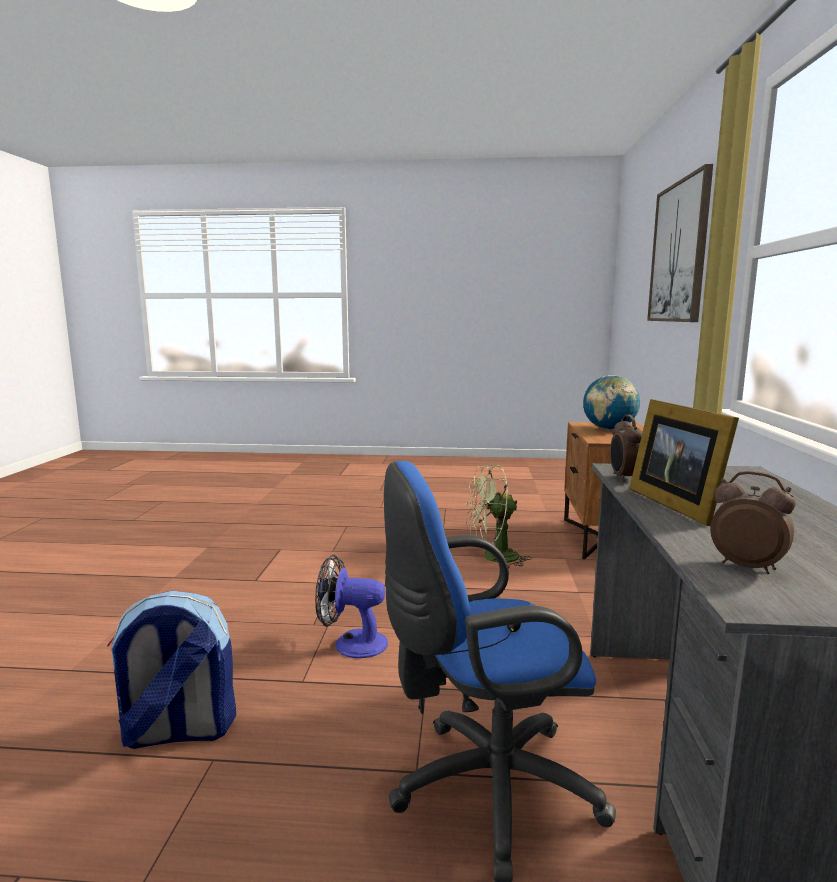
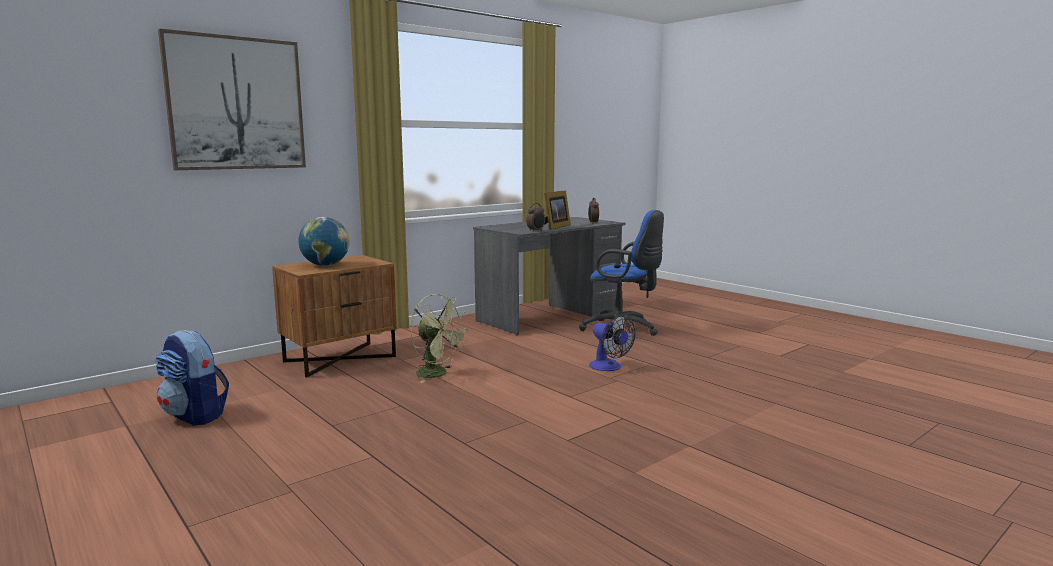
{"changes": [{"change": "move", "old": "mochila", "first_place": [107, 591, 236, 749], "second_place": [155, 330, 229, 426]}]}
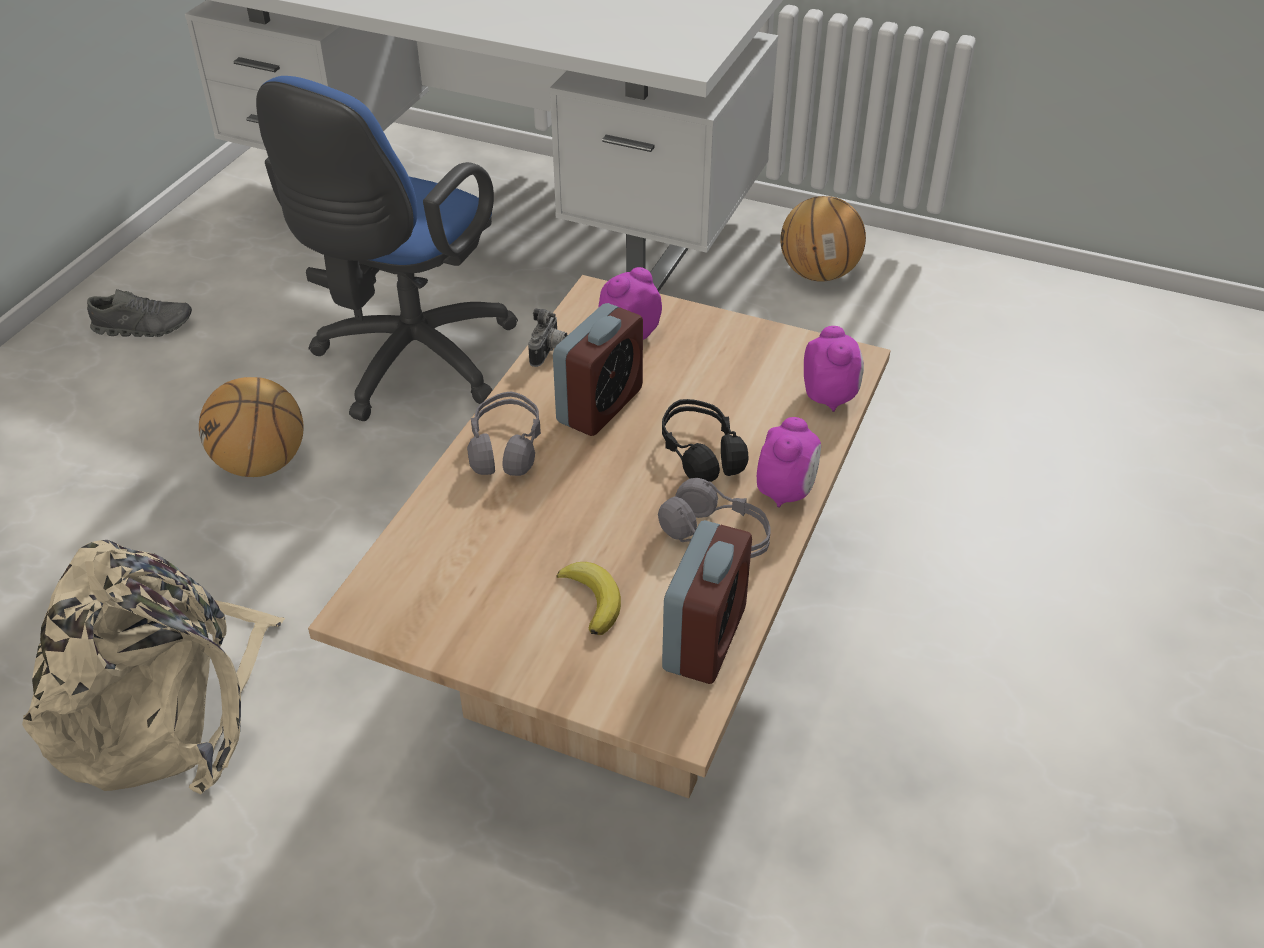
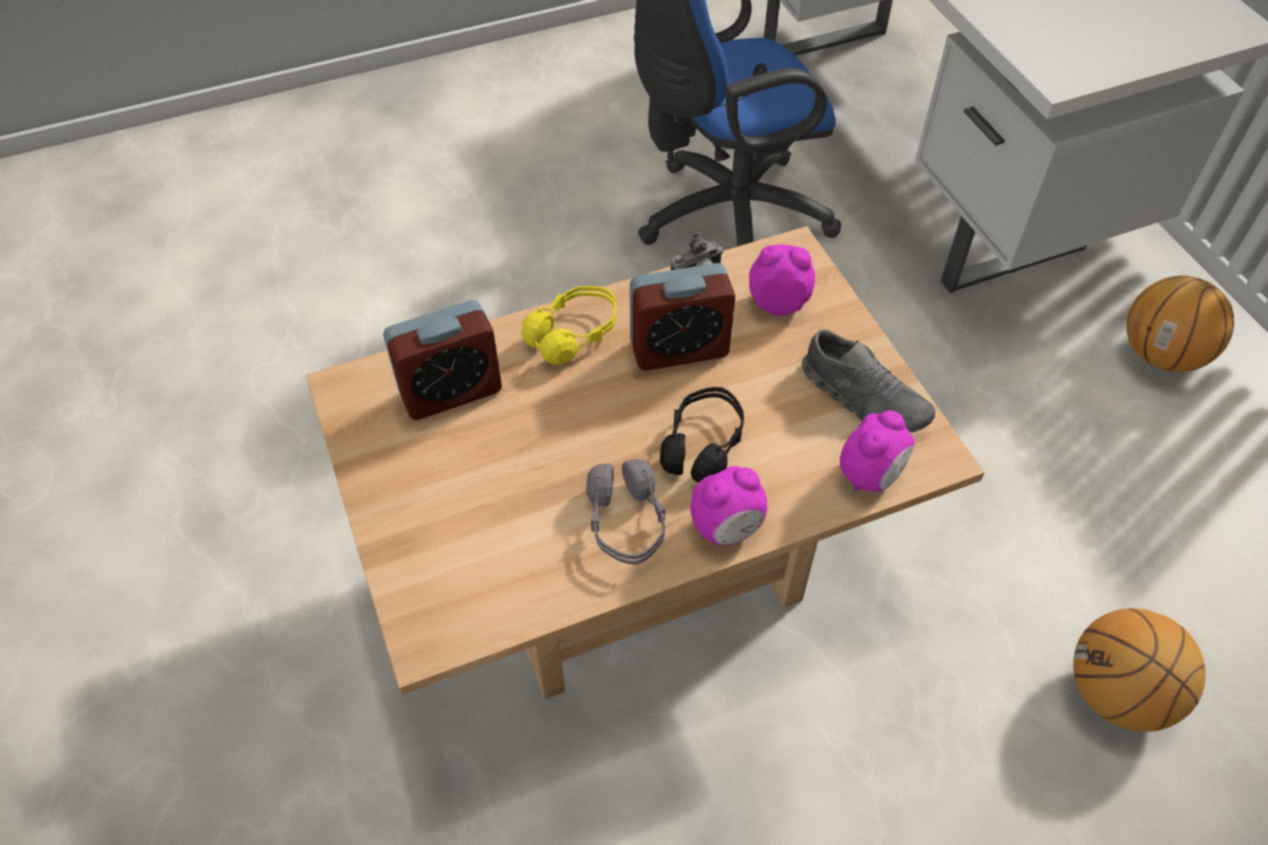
{"changes": [{"change": "delete", "old": "mochila/beis", "first_place": [22, 540, 285, 795]}, {"change": "move", "old": "zapato/gris", "first_place": [87, 289, 192, 337], "second_place": [802, 329, 935, 433]}, {"change": "move", "old": "balón de baloncesto", "first_place": [199, 377, 304, 477], "second_place": [1073, 608, 1205, 732]}, {"change": "recolor", "old": "auriculares/gris", "new": "auriculares/amarillo", "first_place": [467, 391, 541, 476], "second_place": [521, 286, 616, 365]}, {"change": "delete", "old": "plátano", "first_place": [556, 562, 621, 635]}, {"change": "move", "old": "despertador", "first_place": [662, 520, 752, 684], "second_place": [383, 300, 502, 420]}]}
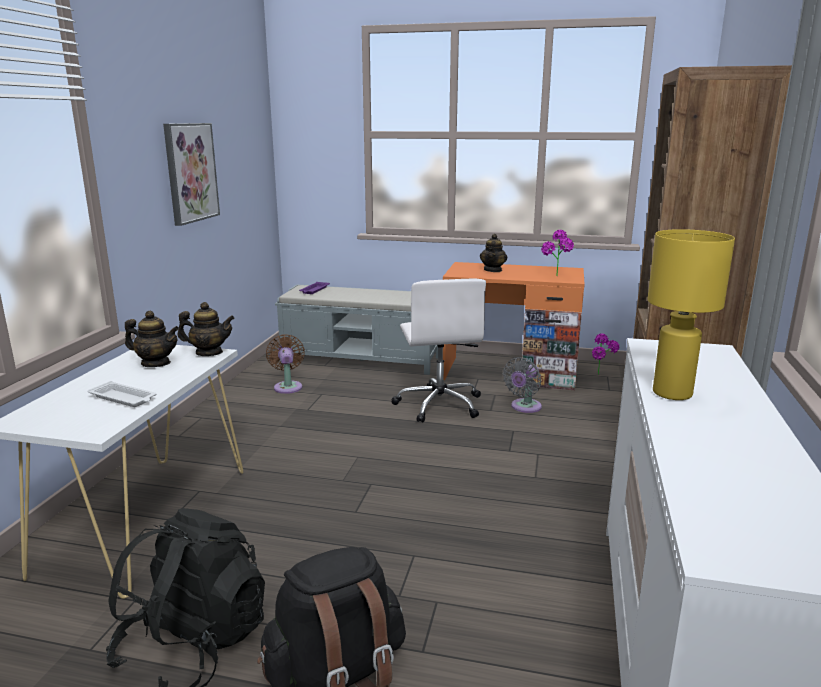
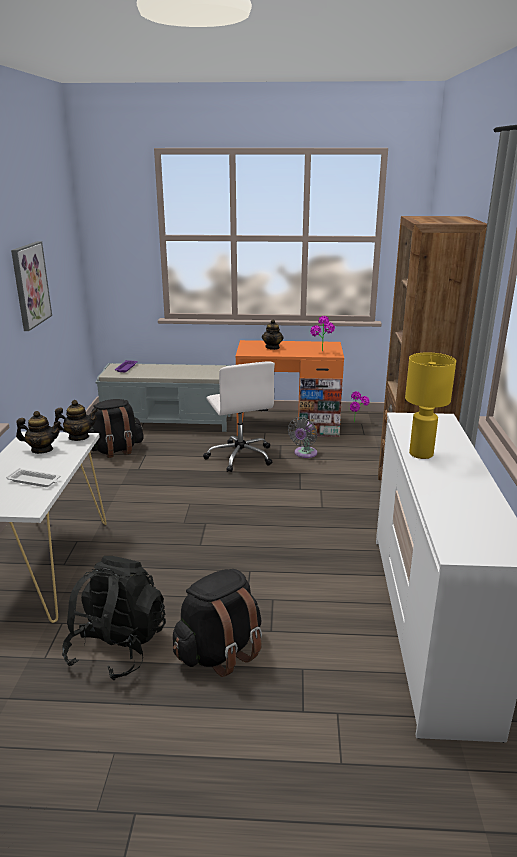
{"changes": [{"change": "replace", "old": "ventilador/marrón", "new": "mochila/negro", "first_place": [266, 334, 305, 394], "second_place": [87, 399, 144, 458]}]}
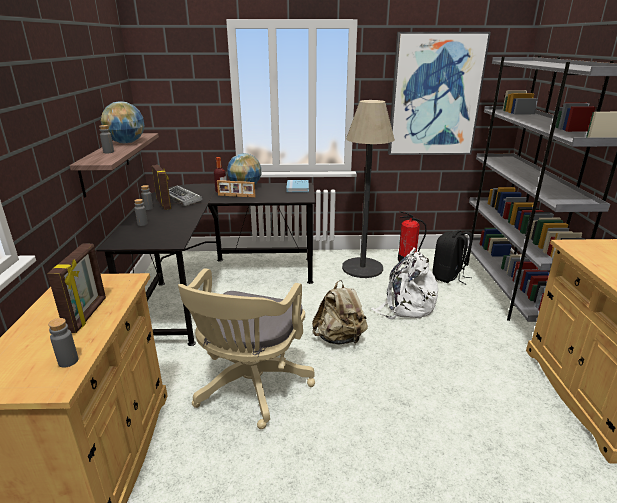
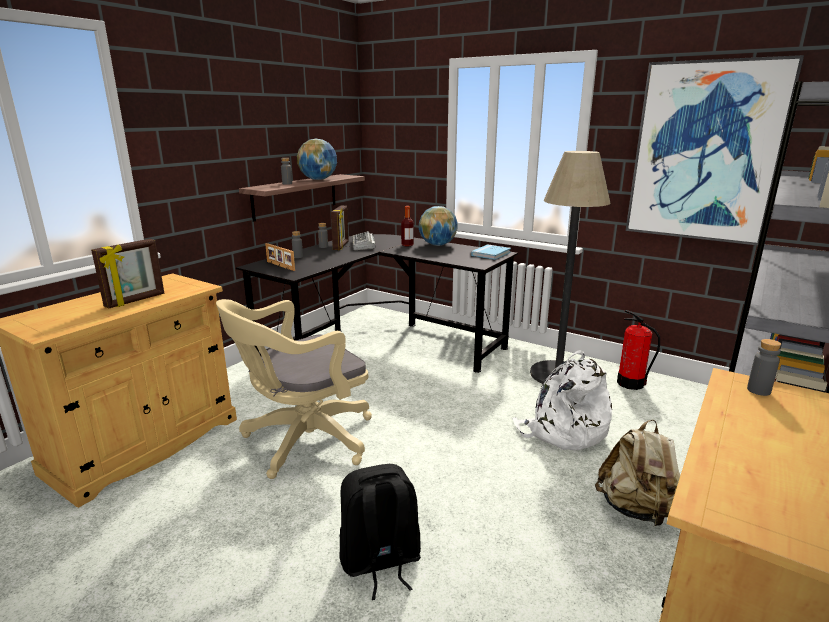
{"changes": [{"change": "move", "old": "botella/gris", "first_place": [48, 318, 78, 368], "second_place": [747, 339, 781, 396]}, {"change": "move", "old": "portarretratos", "first_place": [217, 180, 256, 198], "second_place": [265, 243, 295, 271]}, {"change": "move", "old": "mochila/beis", "first_place": [312, 280, 368, 345], "second_place": [595, 420, 680, 527]}, {"change": "move", "old": "mochila/negro", "first_place": [432, 230, 473, 285], "second_place": [339, 464, 421, 600]}]}
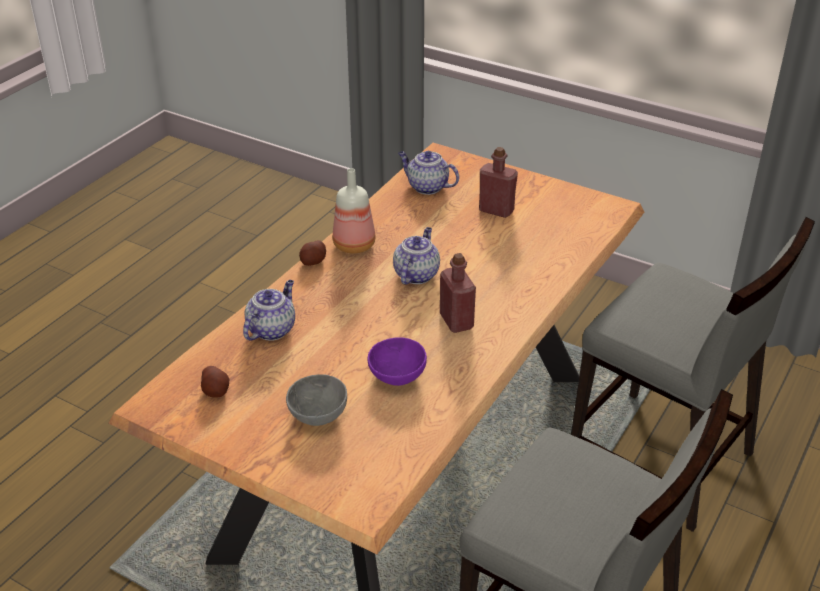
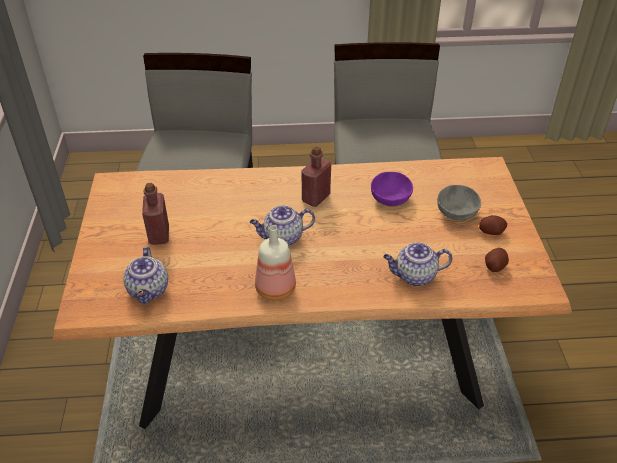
{"changes": [{"change": "move", "old": "patata", "first_place": [299, 240, 326, 266], "second_place": [479, 215, 507, 235]}]}
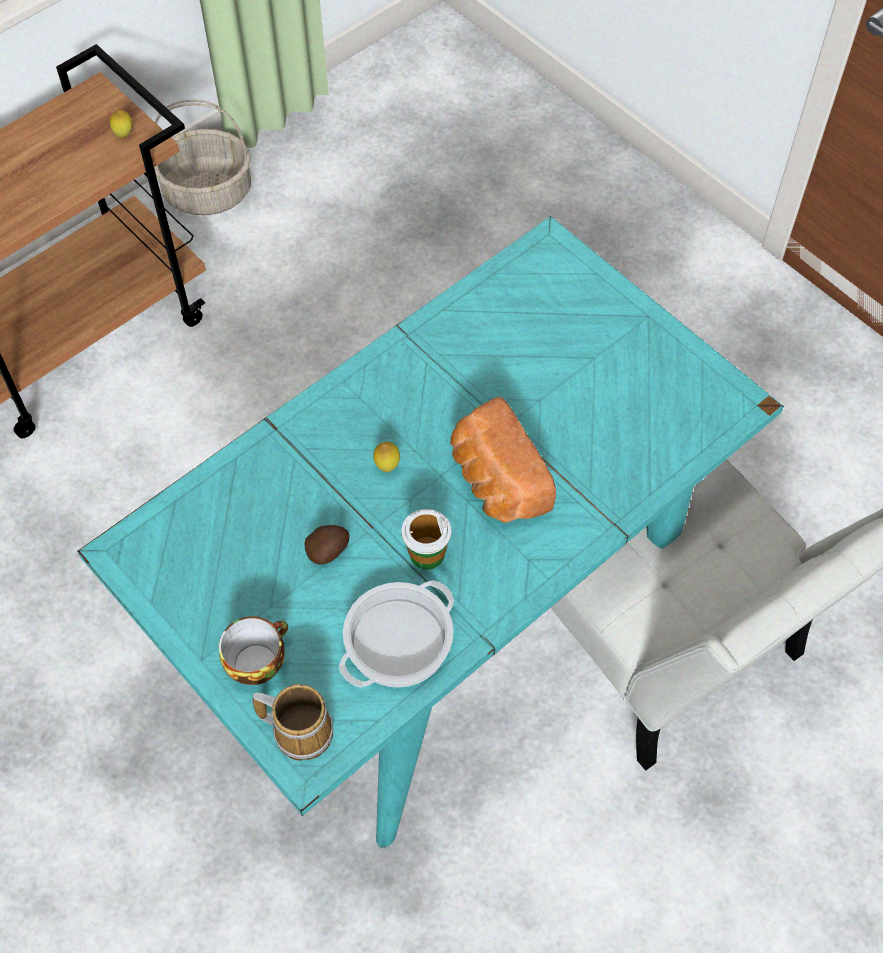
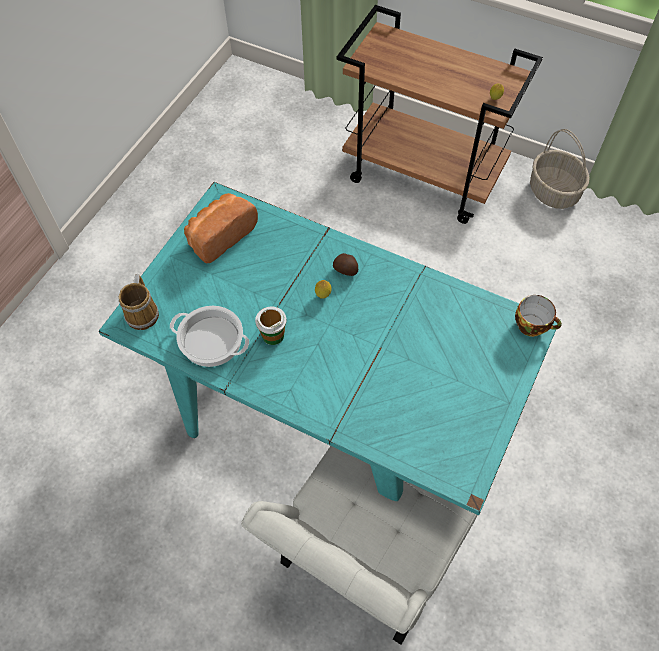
{"changes": [{"change": "move", "old": "taza", "first_place": [219, 616, 288, 685], "second_place": [515, 295, 562, 337]}, {"change": "move", "old": "patata", "first_place": [304, 525, 349, 565], "second_place": [333, 253, 358, 276]}, {"change": "move", "old": "pan", "first_place": [450, 397, 556, 523], "second_place": [184, 193, 258, 263]}]}
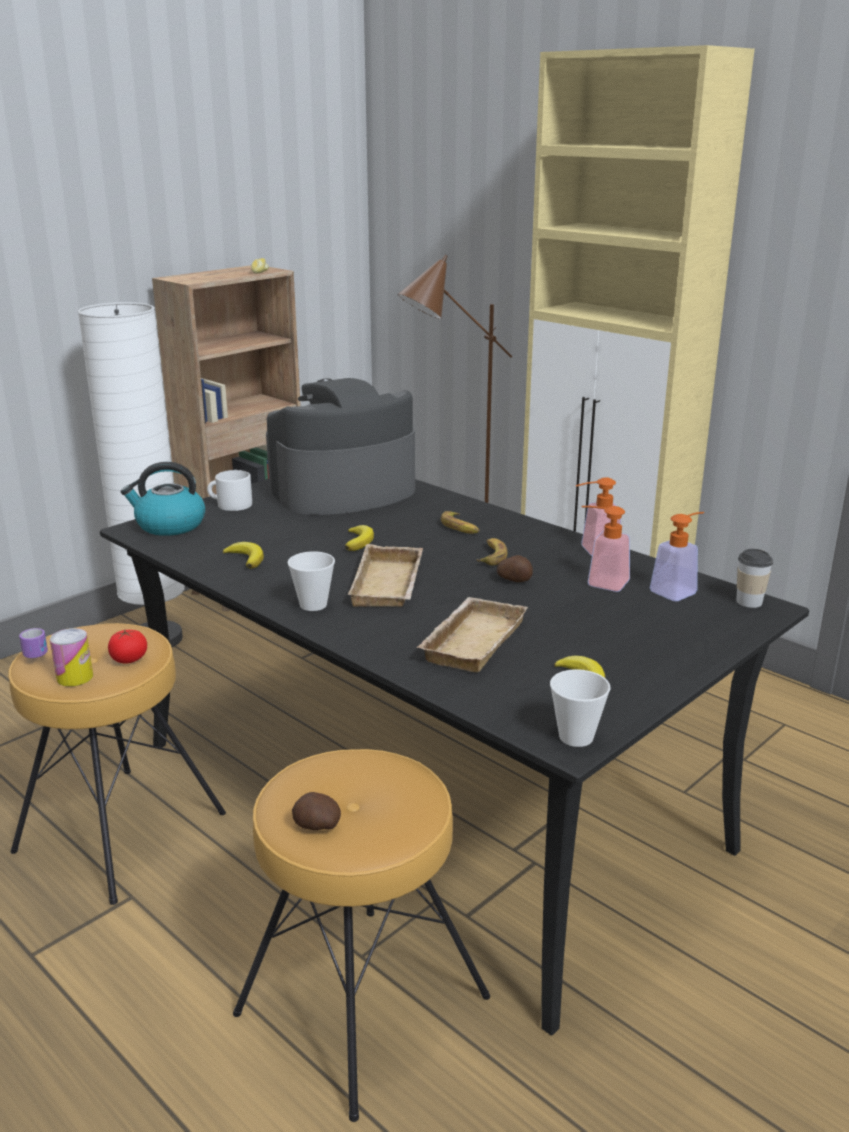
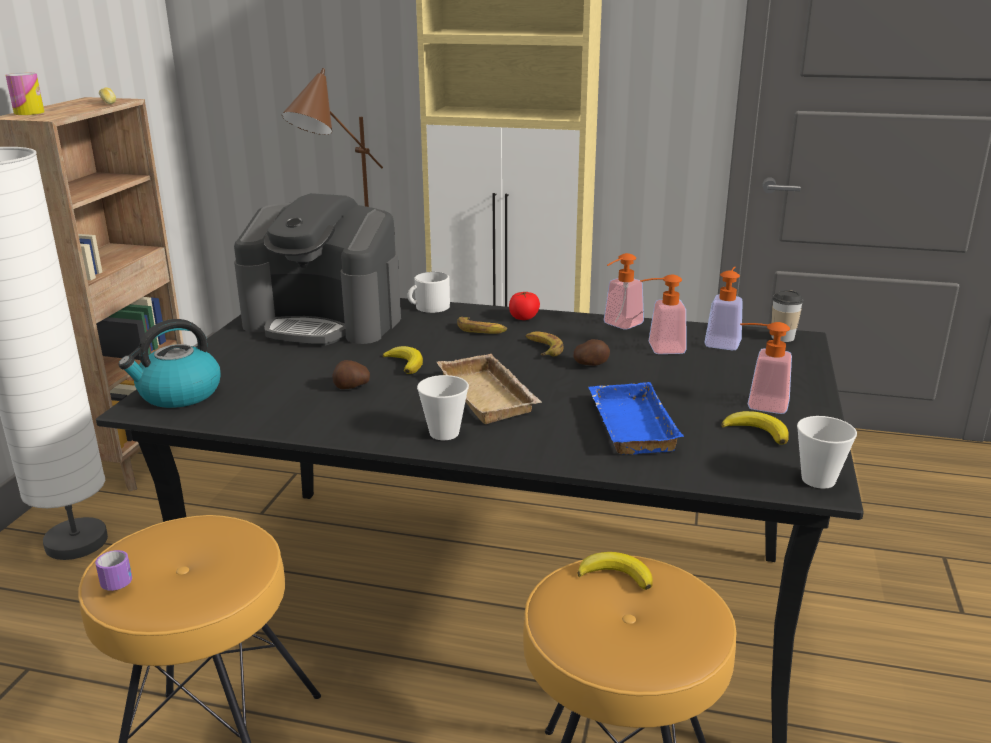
{"changes": [{"change": "move", "old": "lata", "first_place": [50, 628, 93, 687], "second_place": [5, 73, 44, 115]}, {"change": "move", "old": "tomate", "first_place": [108, 629, 147, 663], "second_place": [509, 292, 540, 320]}, {"change": "move", "old": "taza grande/blanco", "first_place": [207, 470, 252, 511], "second_place": [407, 272, 450, 313]}, {"change": "move", "old": "plátano", "first_place": [223, 542, 264, 568], "second_place": [577, 552, 653, 590]}, {"change": "rotate", "old": "cafetera", "first_place": [266, 378, 415, 515], "second_place": [234, 193, 401, 346], "degrees": -105}, {"change": "move", "old": "patata", "first_place": [292, 792, 341, 830], "second_place": [332, 360, 370, 389]}, {"change": "recolor", "old": "bandeja/beis", "new": "bandeja/azul", "first_place": [417, 597, 528, 672], "second_place": [588, 382, 684, 455]}, {"change": "insert", "new": "dispensador de jabón", "second_place": [740, 322, 792, 414]}]}
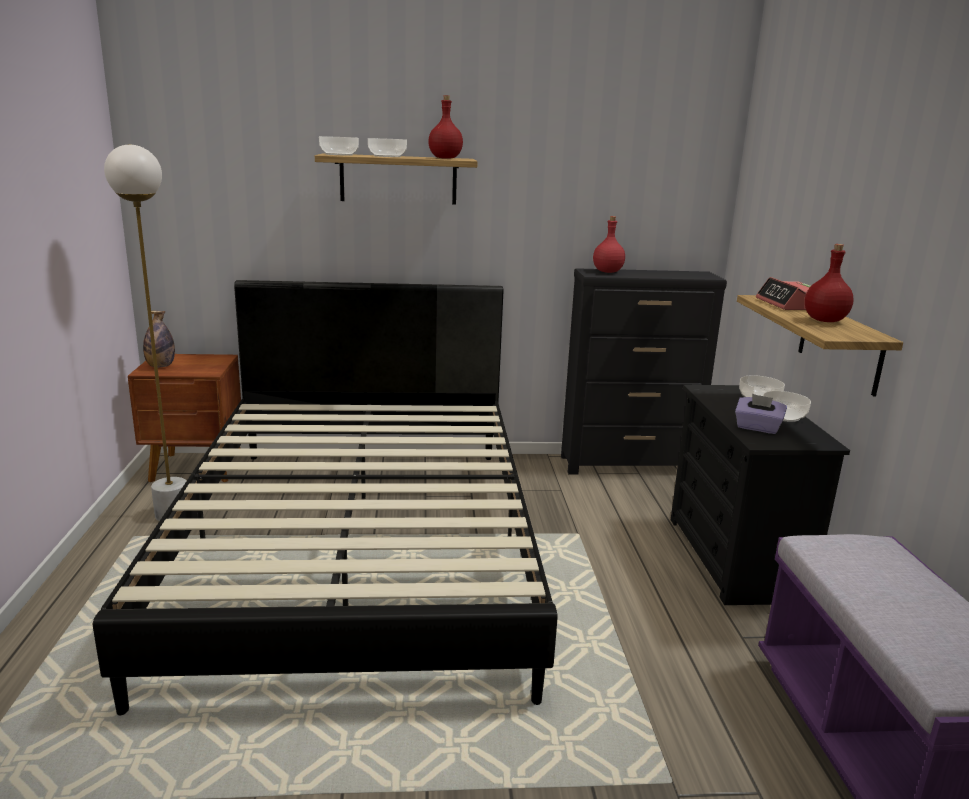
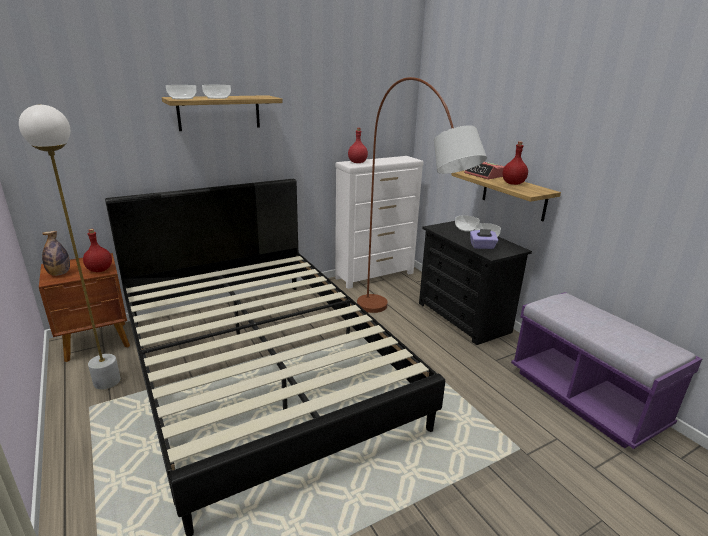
{"changes": [{"change": "move", "old": "botella/rojo", "first_place": [428, 95, 463, 159], "second_place": [83, 229, 112, 272]}, {"change": "recolor", "old": "cómoda/negro", "new": "cómoda/blanco", "first_place": [561, 268, 727, 475], "second_place": [335, 156, 424, 289]}, {"change": "insert", "new": "lámpara de pie/marrón", "second_place": [357, 77, 487, 313]}]}
